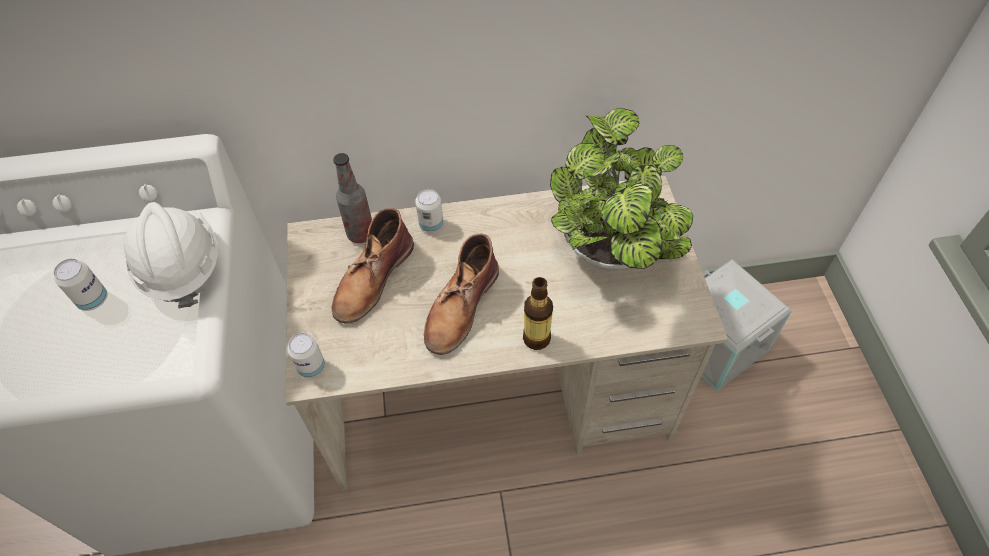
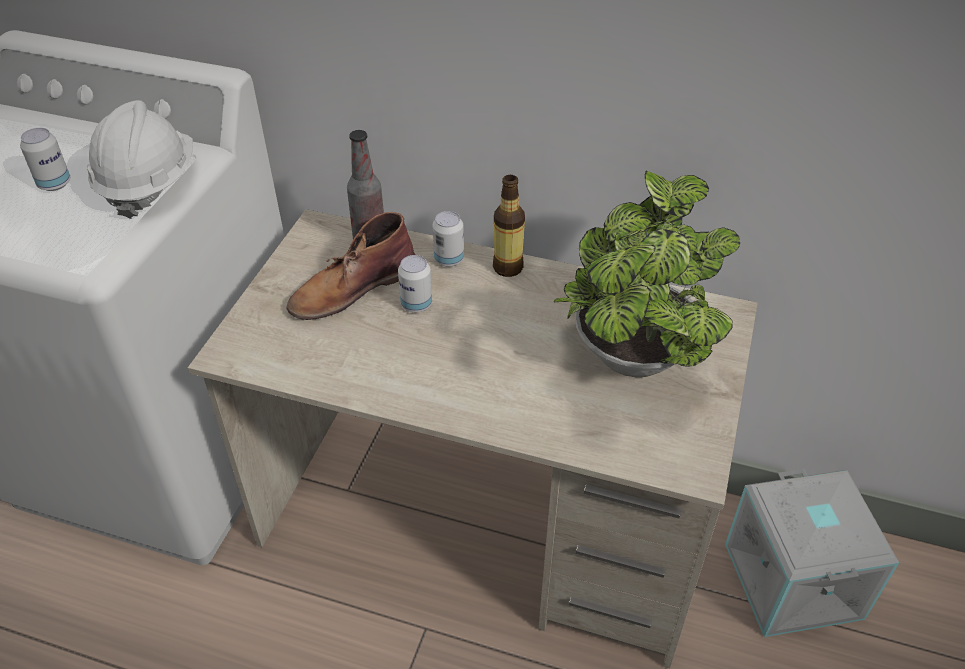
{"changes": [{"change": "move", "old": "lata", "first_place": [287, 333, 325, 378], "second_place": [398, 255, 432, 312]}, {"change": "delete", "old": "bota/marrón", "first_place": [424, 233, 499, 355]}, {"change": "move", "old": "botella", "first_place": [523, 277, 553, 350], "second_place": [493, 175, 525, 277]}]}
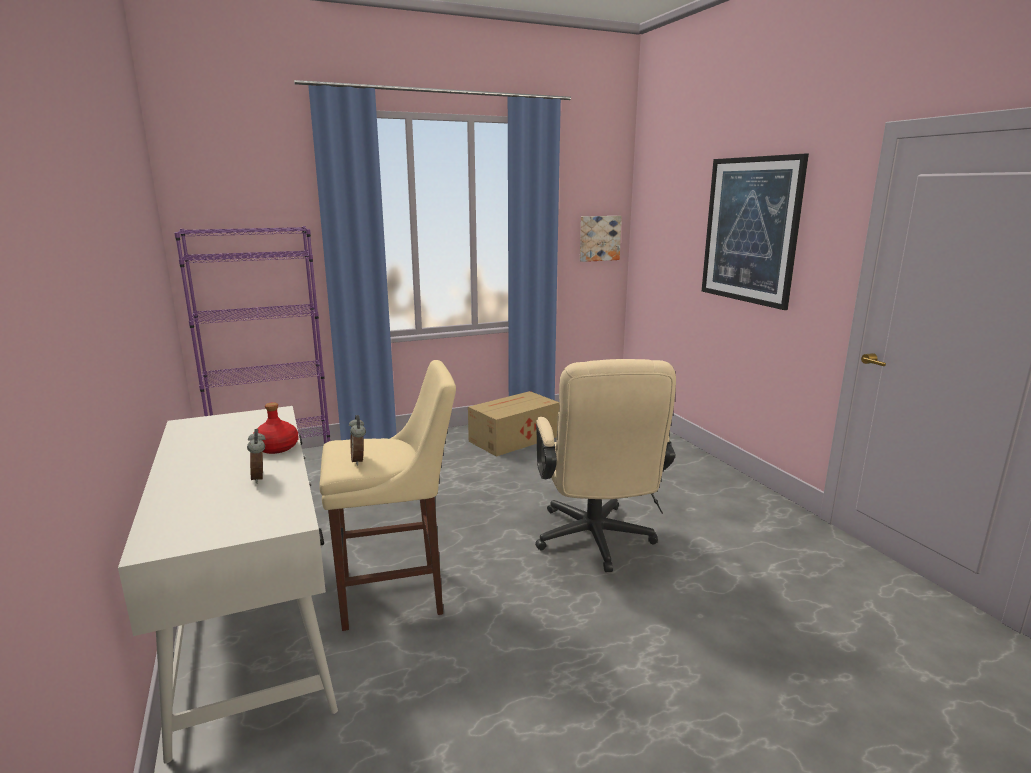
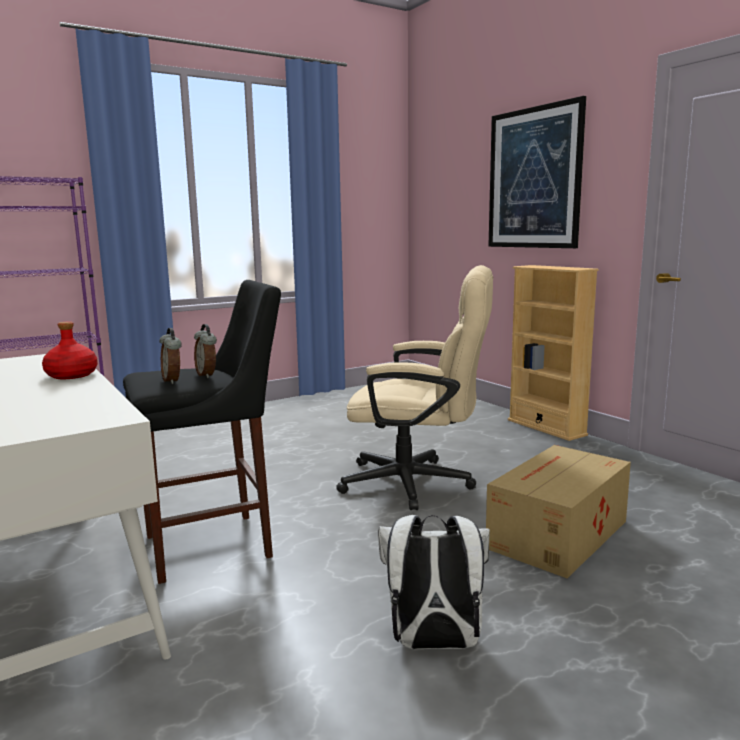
{"changes": [{"change": "move", "old": "despertador", "first_place": [247, 429, 265, 484], "second_place": [194, 324, 217, 378]}, {"change": "recolor", "old": "taburete/beis", "new": "taburete/negro", "first_place": [319, 360, 456, 631], "second_place": [123, 280, 281, 584]}, {"change": "move", "old": "caja de cartón", "first_place": [468, 391, 559, 457], "second_place": [486, 445, 631, 578]}, {"change": "rotate", "old": "silla de oficina/beis", "first_place": [535, 359, 676, 572], "second_place": [336, 265, 493, 510], "degrees": -60}, {"change": "delete", "old": "cuadro", "first_place": [580, 216, 622, 262]}, {"change": "insert", "new": "mochila/blanco", "second_place": [378, 515, 490, 649]}, {"change": "insert", "new": "estantería/beis", "second_place": [508, 265, 599, 441]}]}
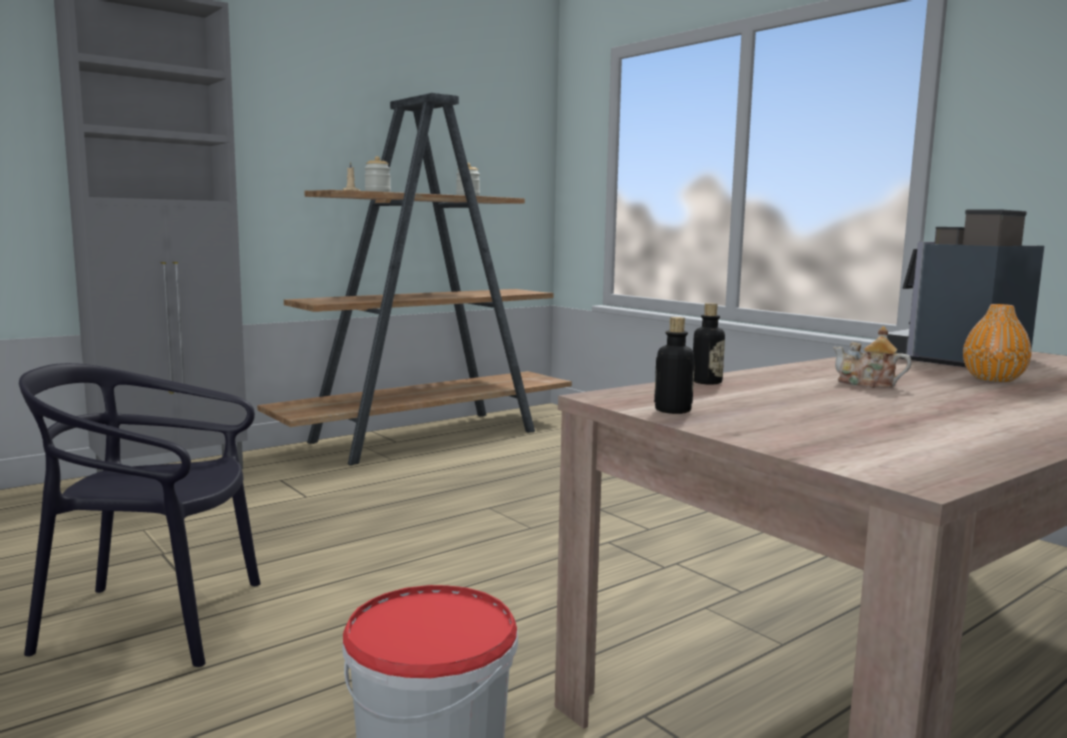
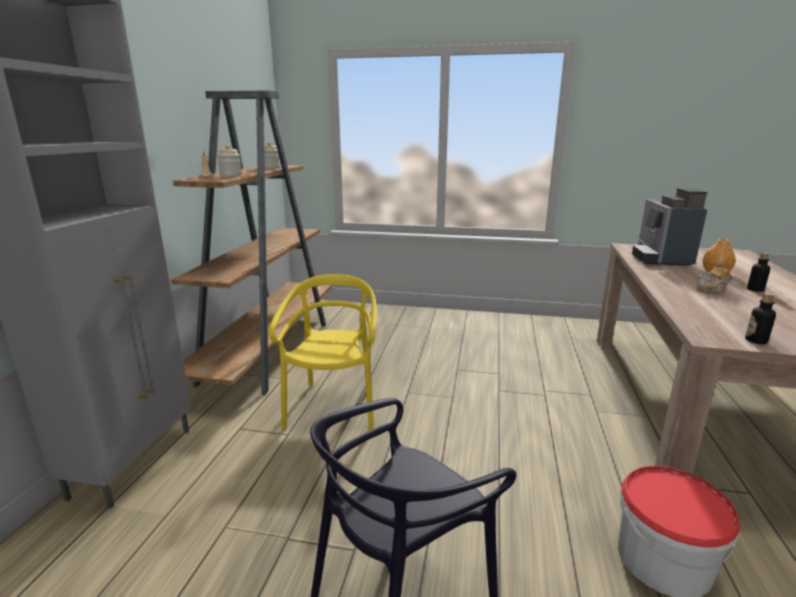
{"changes": [{"change": "move", "old": "botella", "first_place": [693, 303, 725, 385], "second_place": [747, 252, 770, 292]}, {"change": "insert", "new": "silla/amarillo", "second_place": [269, 274, 377, 431]}]}
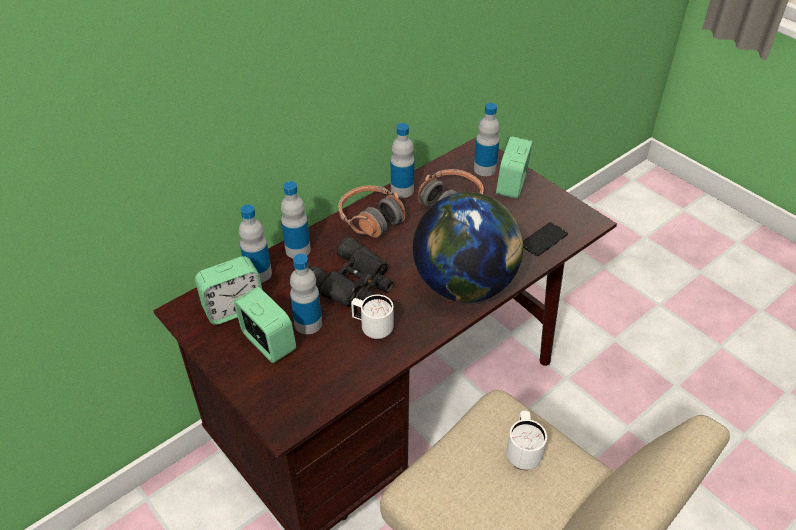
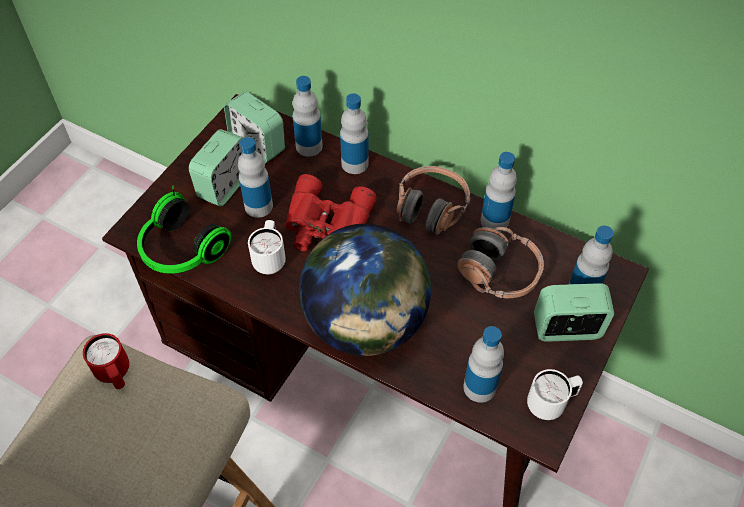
{"changes": [{"change": "recolor", "old": "prismáticos/negro", "new": "prismáticos/rojo", "first_place": [309, 236, 394, 307], "second_place": [285, 174, 377, 251]}, {"change": "move", "old": "taza grande/blanco", "first_place": [506, 411, 547, 470], "second_place": [527, 369, 583, 420]}, {"change": "replace", "old": "móvil", "new": "botella", "first_place": [523, 222, 568, 256], "second_place": [463, 326, 504, 403]}, {"change": "insert", "new": "taza grande/rojo", "second_place": [83, 333, 129, 389]}, {"change": "insert", "new": "auriculares", "second_place": [137, 185, 231, 274]}]}
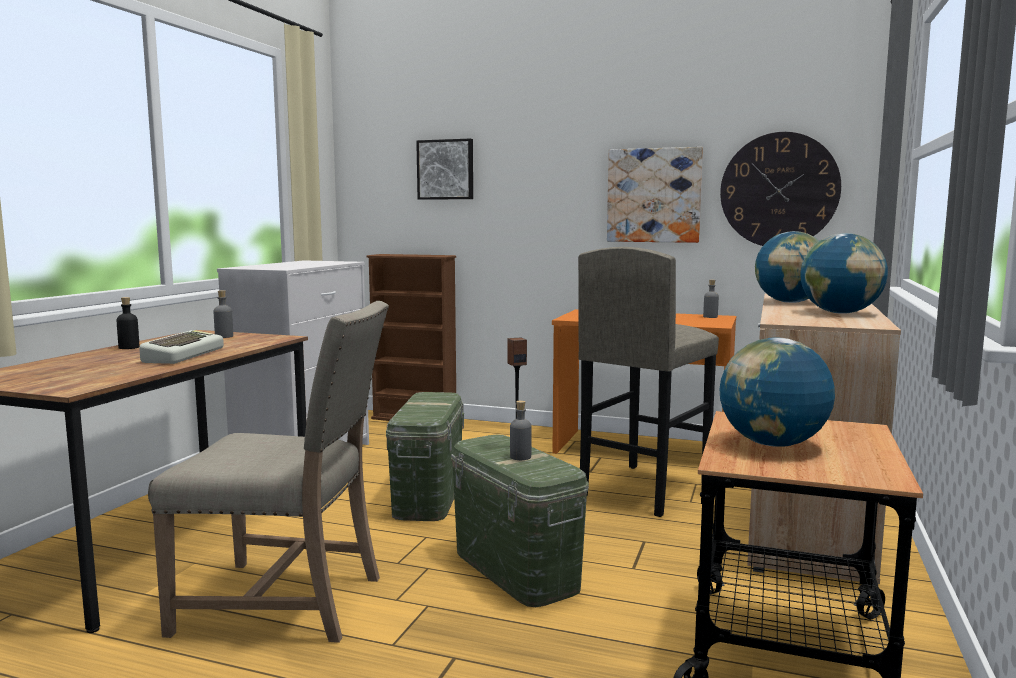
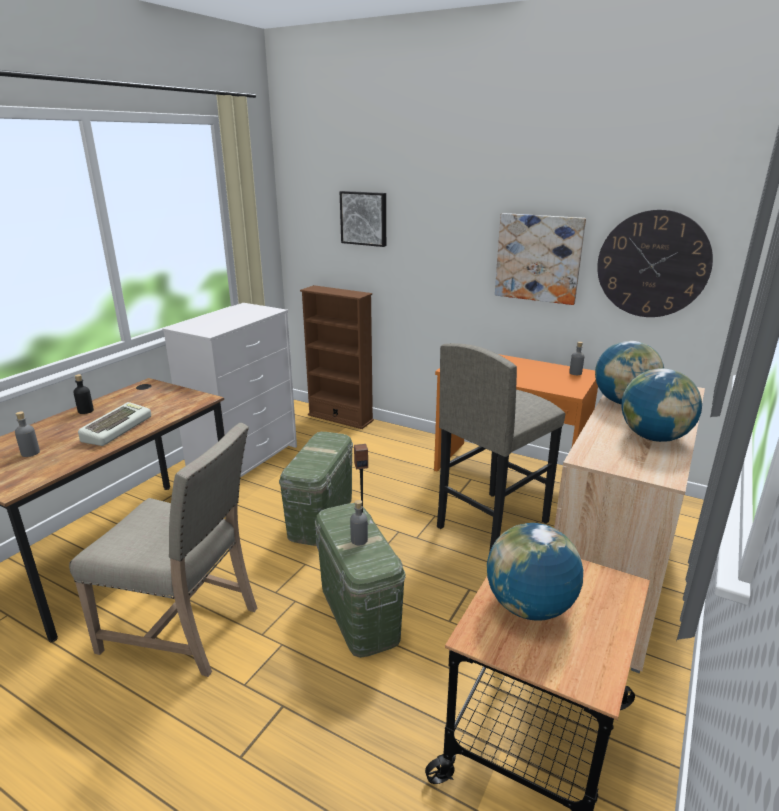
{"changes": [{"change": "move", "old": "botella/gris", "first_place": [214, 290, 233, 338], "second_place": [15, 411, 40, 457]}]}
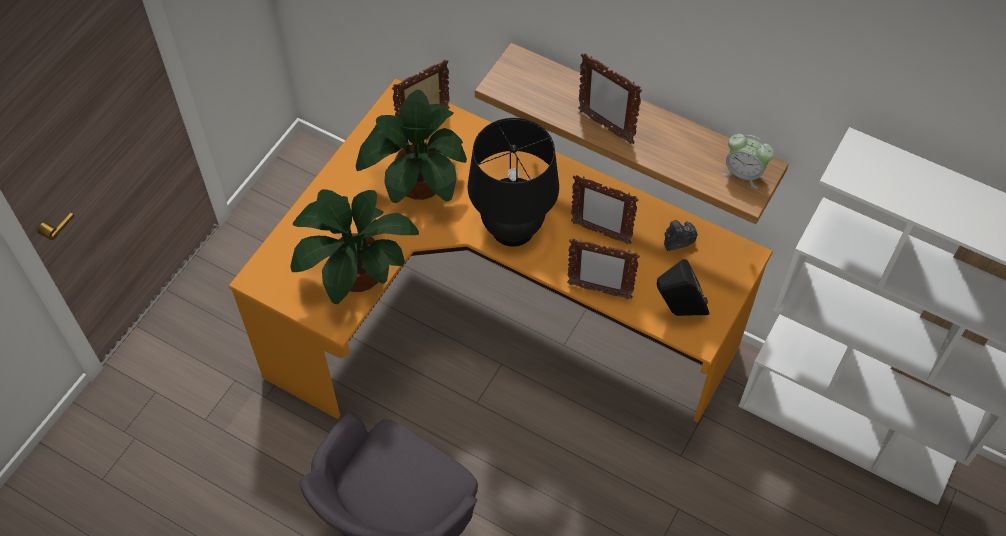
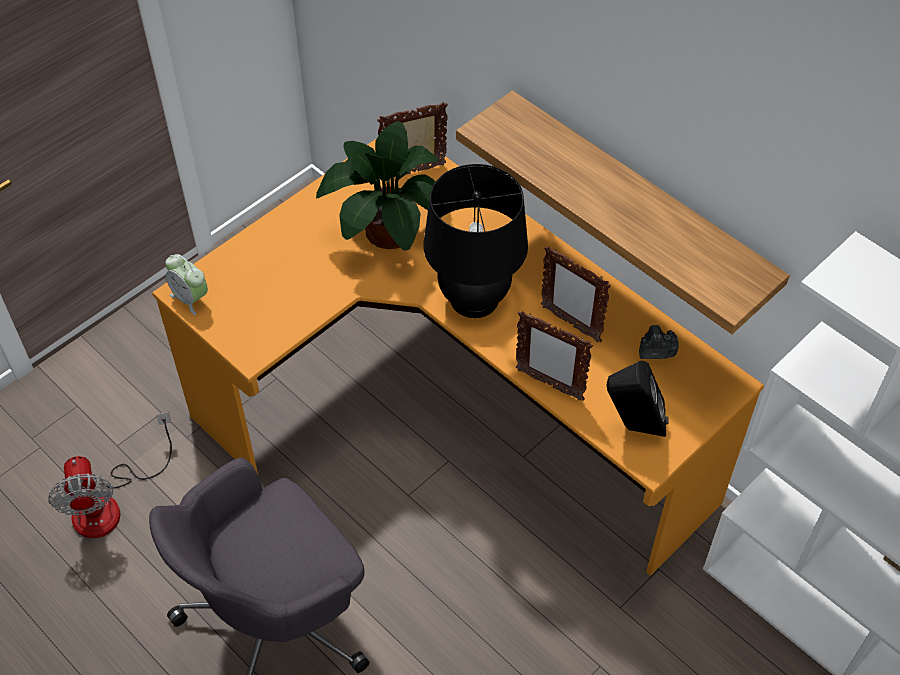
{"changes": [{"change": "delete", "old": "planta en maceta", "first_place": [290, 189, 419, 304]}, {"change": "delete", "old": "portarretratos", "first_place": [578, 53, 643, 144]}, {"change": "move", "old": "despertador", "first_place": [722, 134, 774, 189], "second_place": [165, 254, 208, 315]}, {"change": "insert", "new": "ventilador", "second_place": [48, 412, 172, 538]}]}
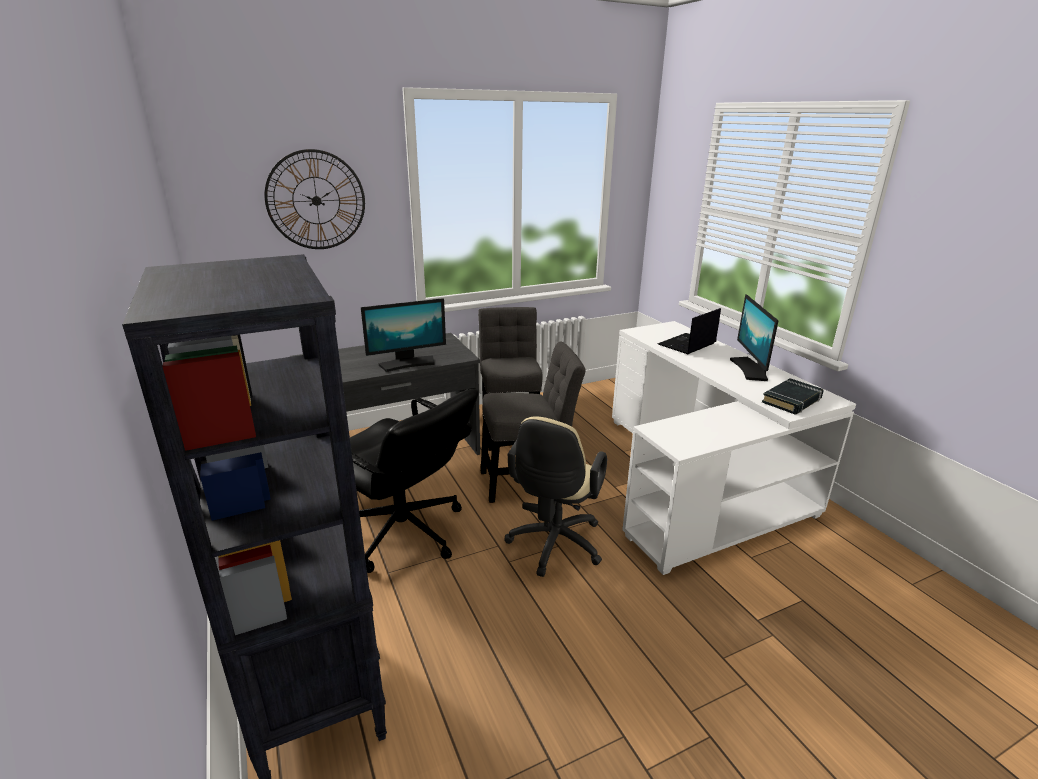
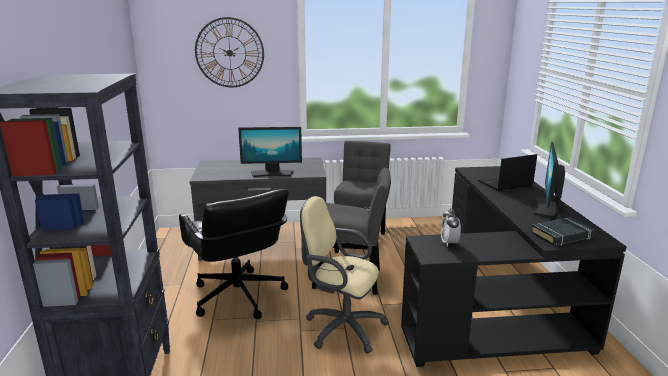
{"changes": [{"change": "rotate", "old": "silla de oficina/beis", "first_place": [504, 416, 607, 577], "second_place": [300, 196, 389, 354], "degrees": 75}, {"change": "recolor", "old": "escritorio/blanco", "new": "escritorio/negro", "first_place": [612, 321, 856, 575], "second_place": [401, 166, 627, 367]}, {"change": "insert", "new": "despertador", "second_place": [441, 208, 461, 247]}]}
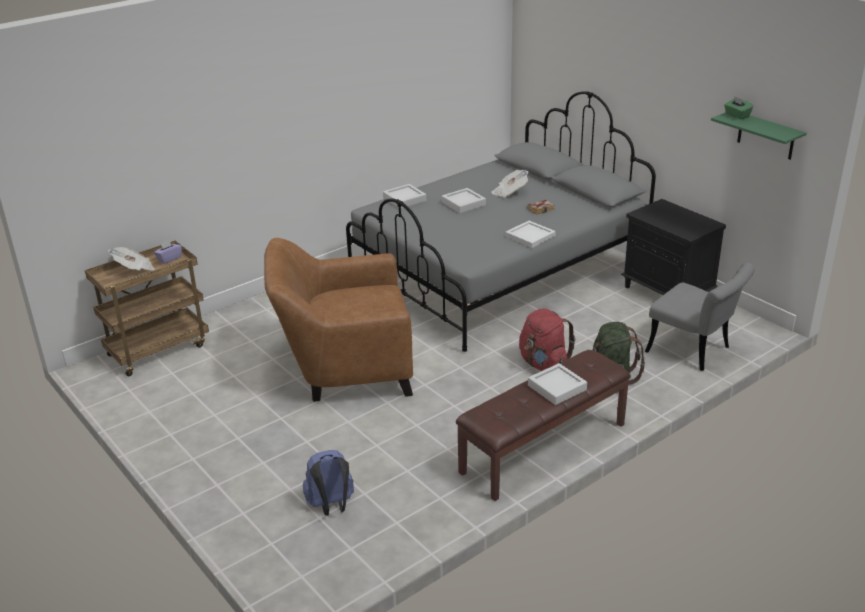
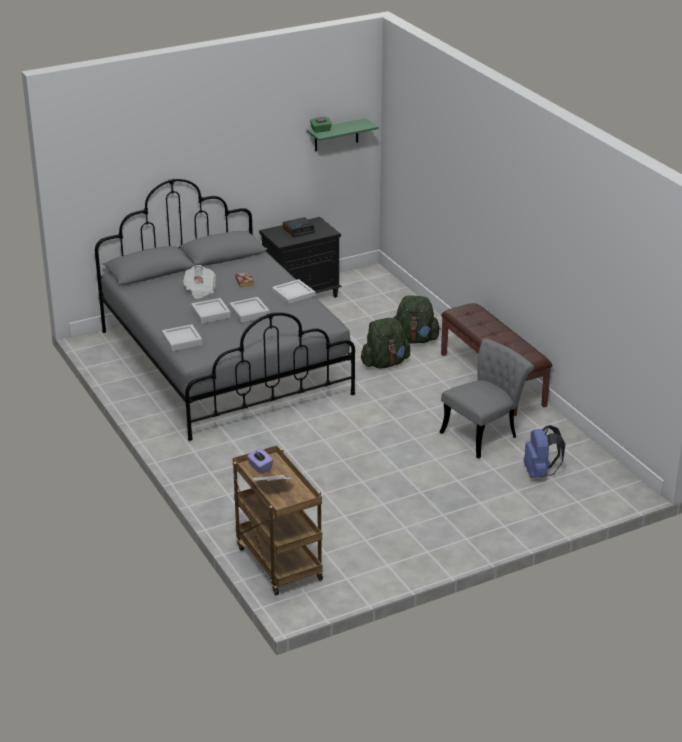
{"changes": [{"change": "delete", "old": "sillón/marrón", "first_place": [264, 238, 413, 402]}, {"change": "recolor", "old": "mochila/rojo", "new": "mochila/verde", "first_place": [519, 309, 576, 371], "second_place": [361, 318, 410, 368]}, {"change": "move", "old": "bandeja/gris", "first_place": [528, 363, 587, 405], "second_place": [229, 297, 270, 323]}, {"change": "move", "old": "silla/gris", "first_place": [645, 263, 755, 371], "second_place": [440, 338, 534, 459]}, {"change": "insert", "new": "despertador", "second_place": [283, 217, 315, 237]}]}
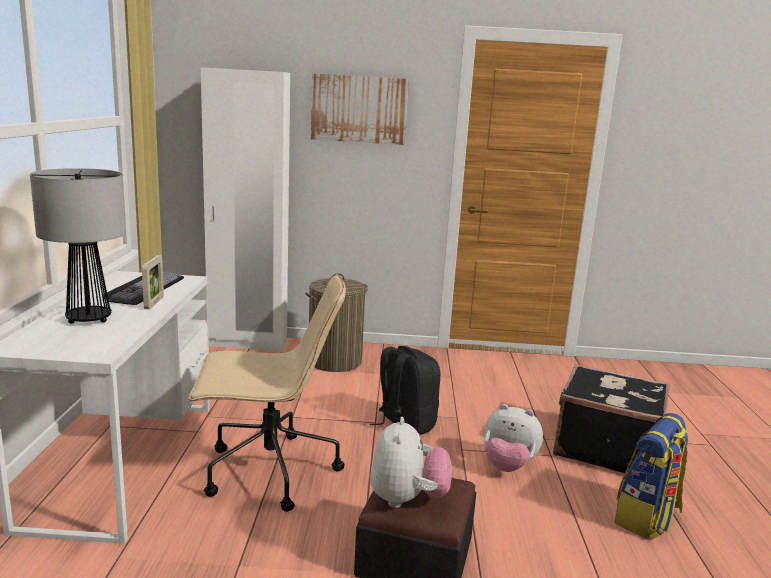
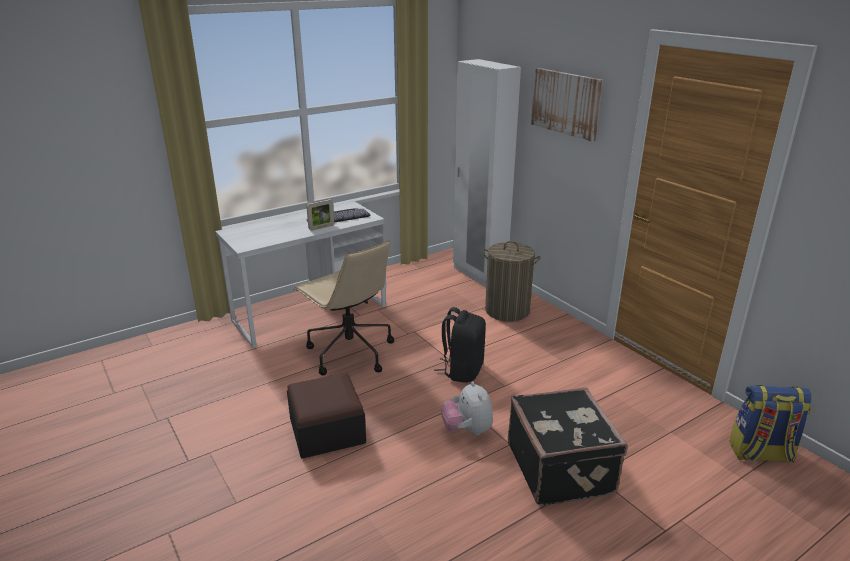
{"changes": [{"change": "delete", "old": "lámpara de mesa", "first_place": [30, 168, 126, 324]}, {"change": "delete", "old": "peluche", "first_place": [370, 417, 452, 508]}, {"change": "move", "old": "mochila", "first_place": [614, 413, 689, 540], "second_place": [729, 385, 812, 464]}]}
